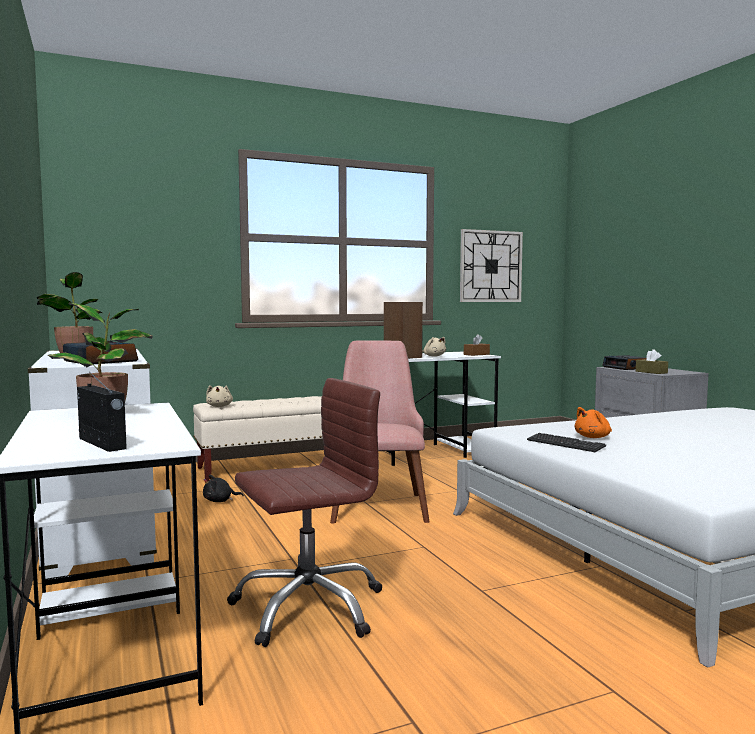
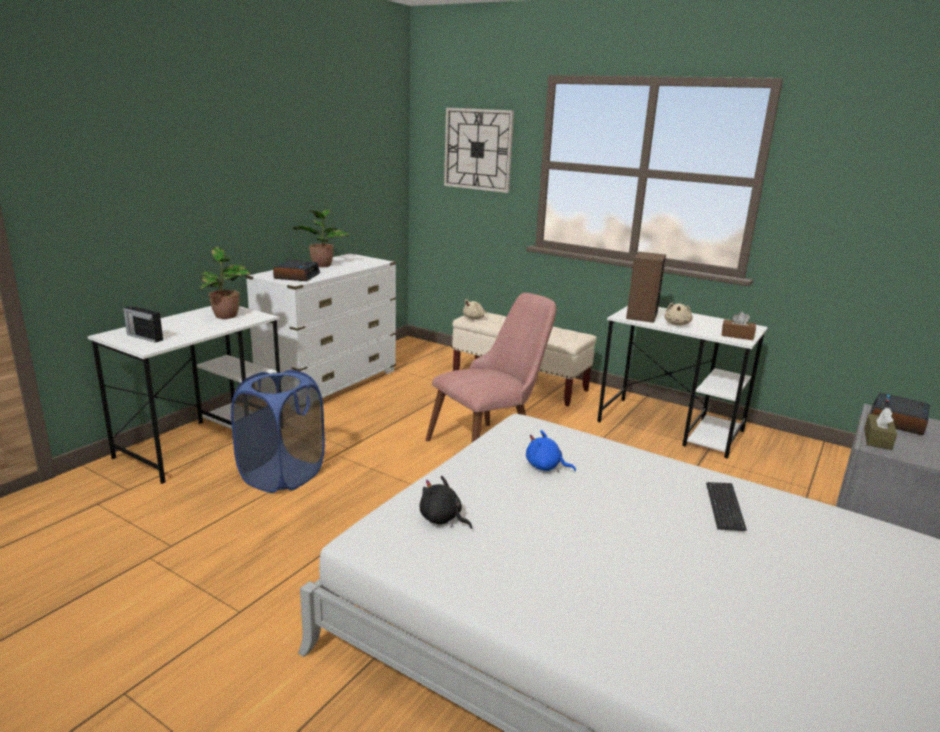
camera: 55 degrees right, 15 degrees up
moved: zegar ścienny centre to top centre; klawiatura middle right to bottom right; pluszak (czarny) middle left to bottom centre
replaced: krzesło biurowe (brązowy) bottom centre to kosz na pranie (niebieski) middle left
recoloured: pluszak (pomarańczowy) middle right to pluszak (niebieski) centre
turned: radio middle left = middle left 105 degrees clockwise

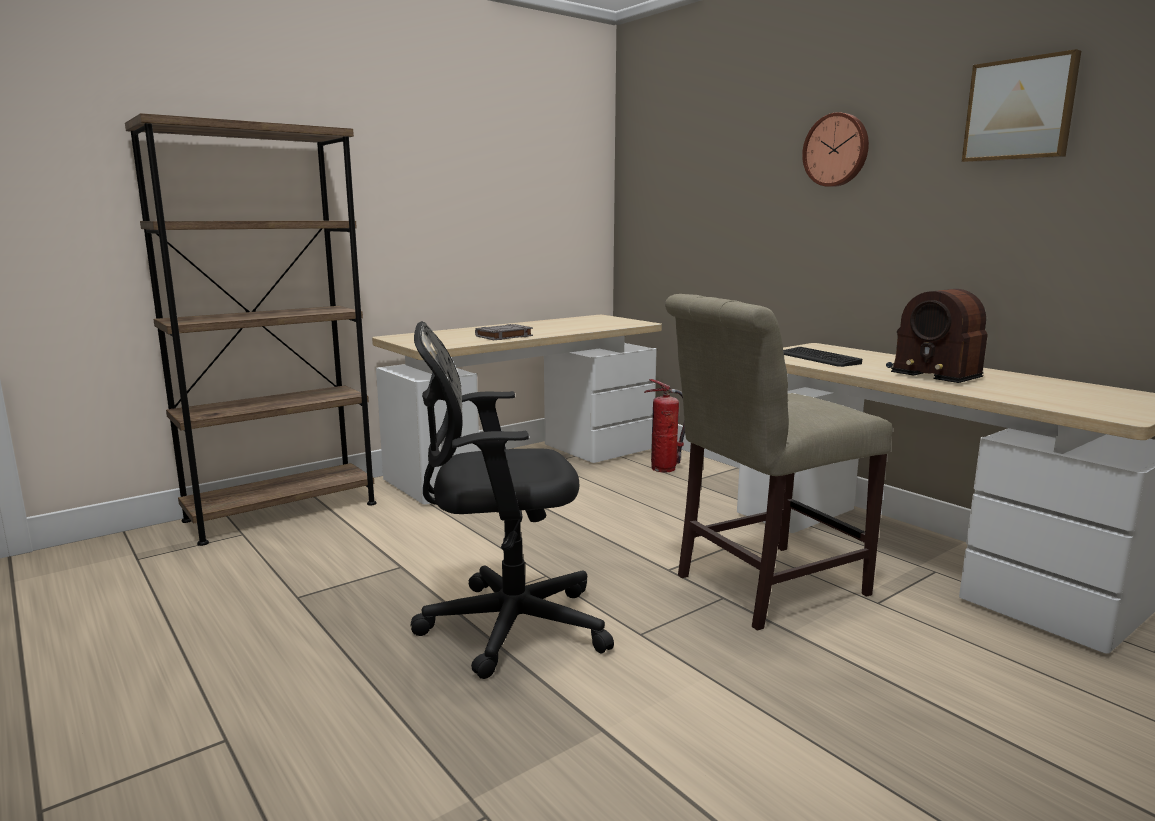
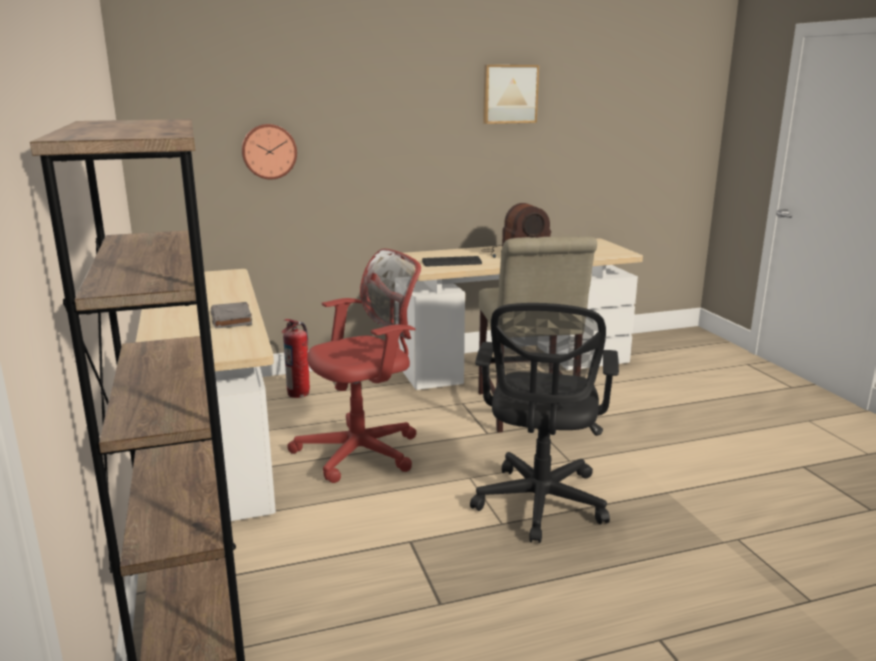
camera: 70 degrees left, 5 degrees up
added: krzesło biurowe (czerwony) centre
moved: zegar ścienny top right to top left

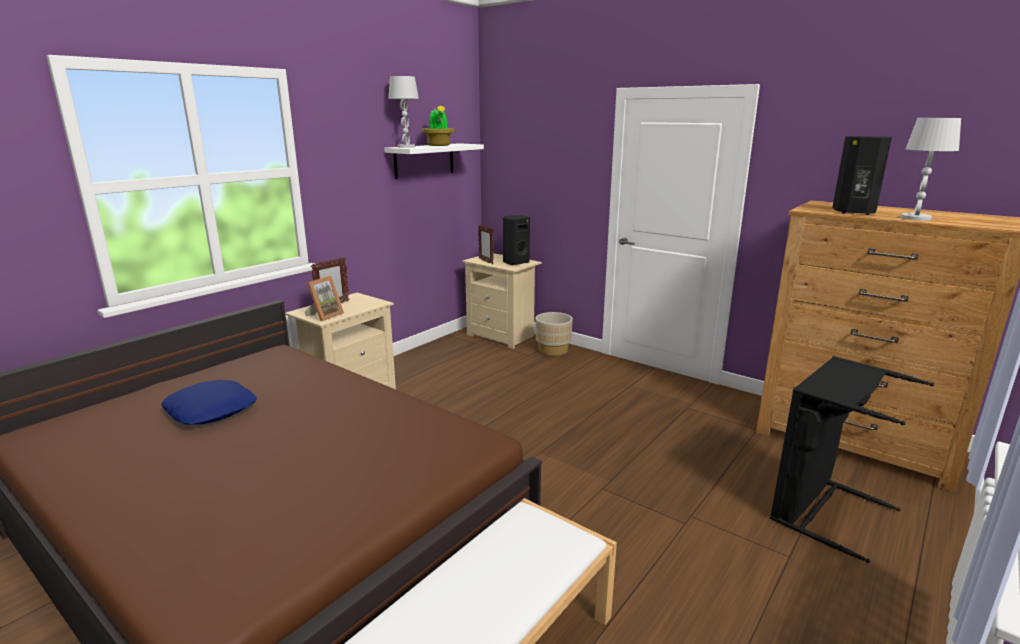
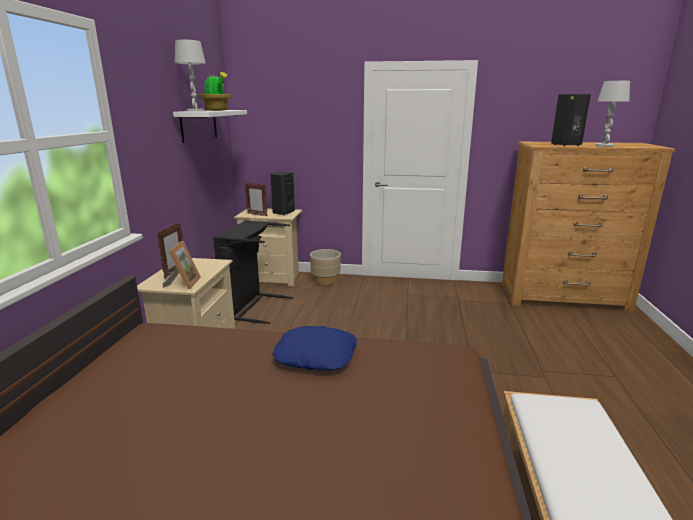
camera: 30 degrees left, 0 degrees up
moved: kosz na pranie (czarny) bottom right to centre; poduszka (niebieski) middle left to bottom centre

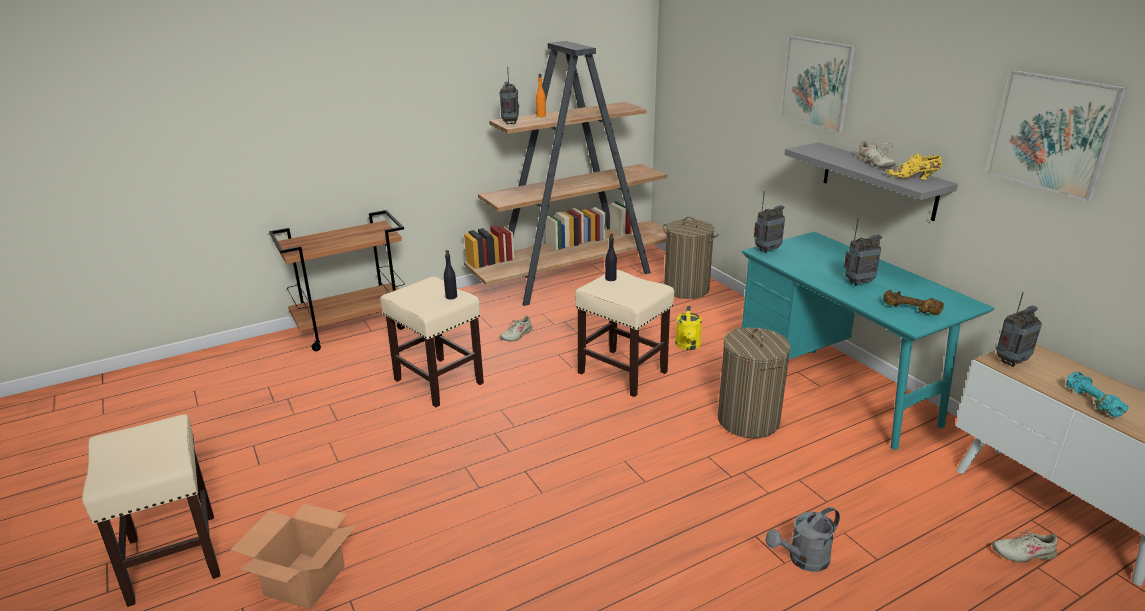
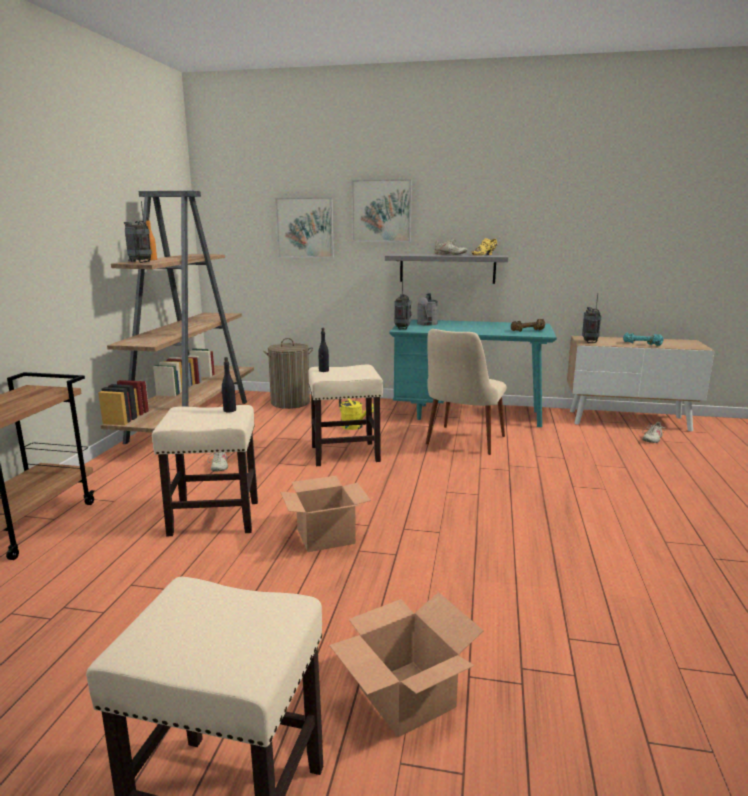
camera: 50 degrees left, 10 degrees down
removed: radio (3rd from left) middle right
added: karton (1st from left) centre
moved: obraz (2nd from left in the first image) top right to obraz (1st from left) top centre; konewka (szary) bottom right to centre
replaced: kosz na pranie (2nd from left) centre to krzesło (beżowy) centre

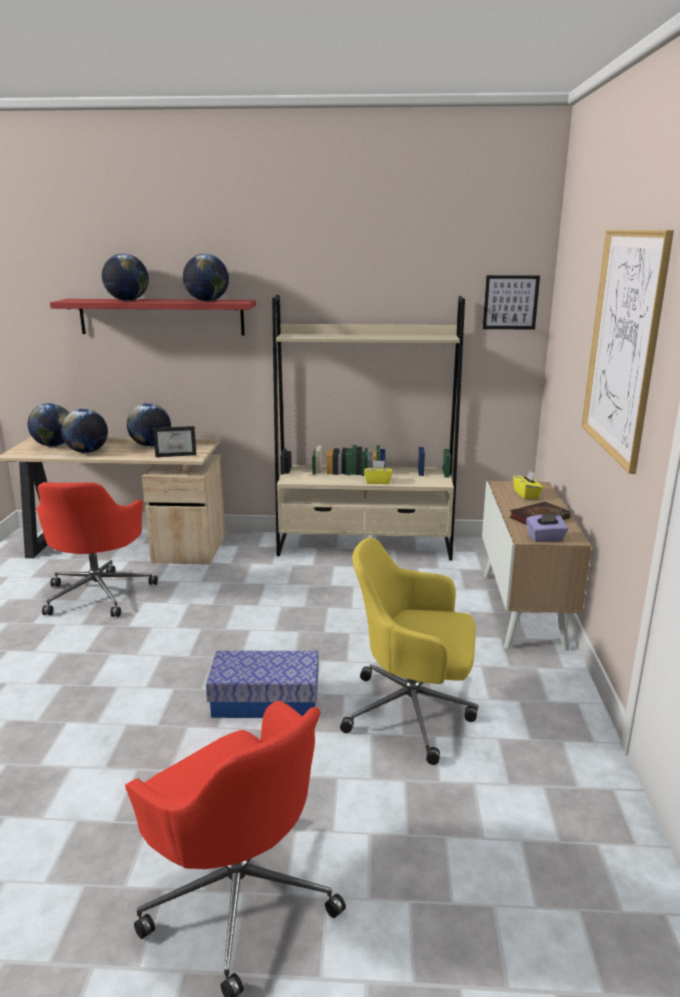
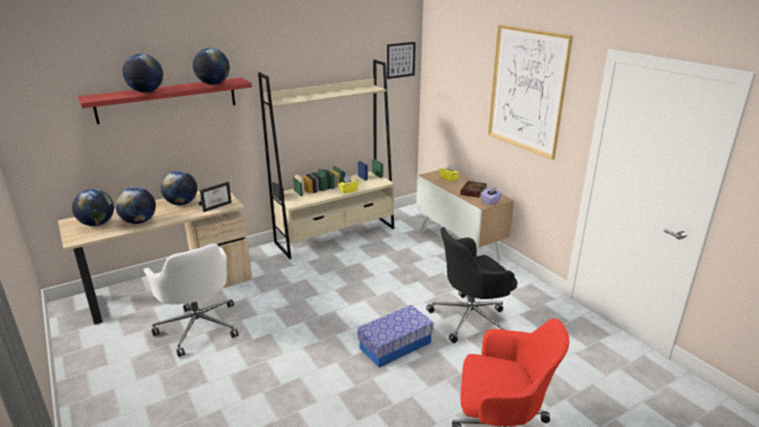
camera: 35 degrees left, 5 degrees up
recoloured: krzesło biurowe (czerwony) (1st from left) middle left to krzesło biurowe (biały) bottom left; krzesło biurowe (żółty) centre to krzesło biurowe (czarny) bottom centre

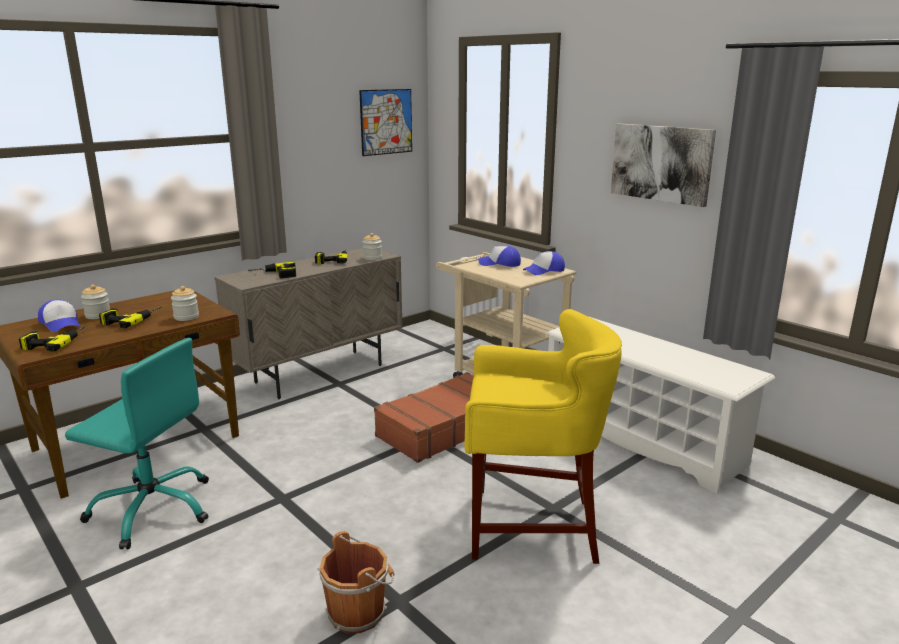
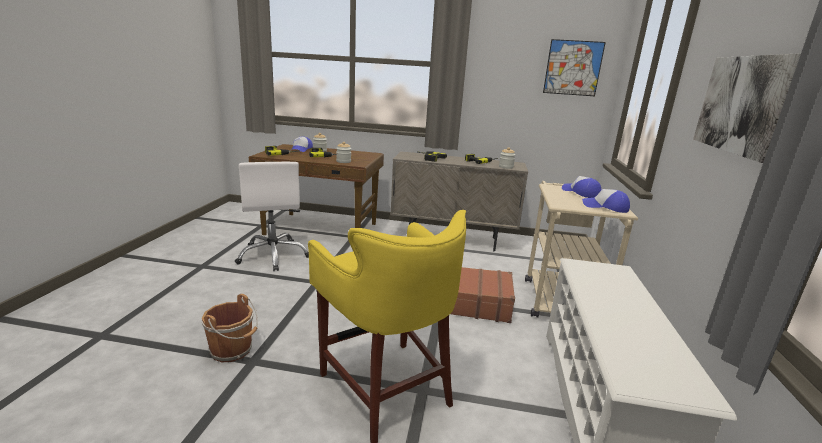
camera: 50 degrees right, 0 degrees up
recoloured: krzesło biurowe (turkusowy) bottom left to krzesło biurowe (biały) middle left

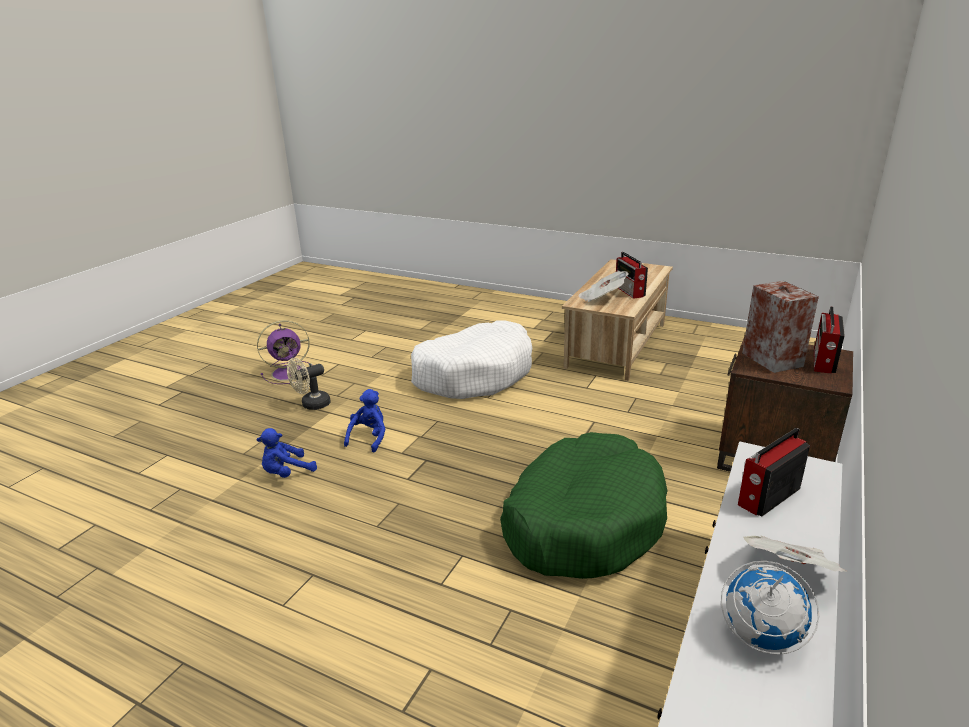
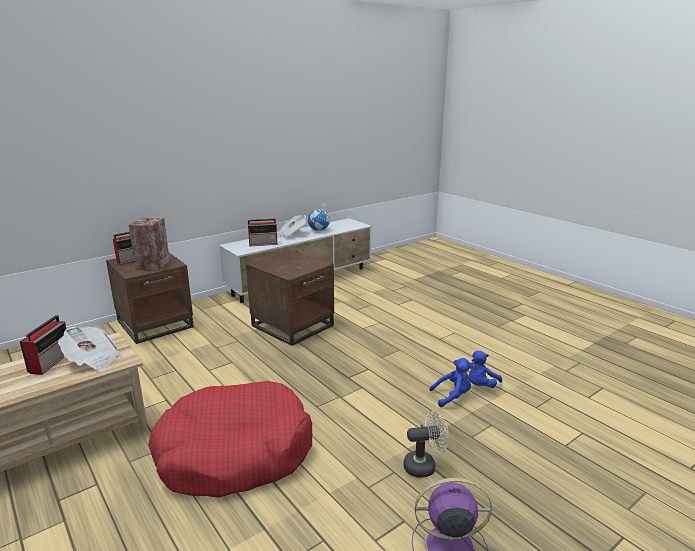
camera: 155 degrees left, 5 degrees down
moved: pluszak (niebieski) (2nd from left) centre to bottom right
replaced: legowisko (zielony) bottom centre to stolik (brązowy) (2nd from left) centre
recoloured: legowisko (biały) centre to legowisko (czerwony) bottom left

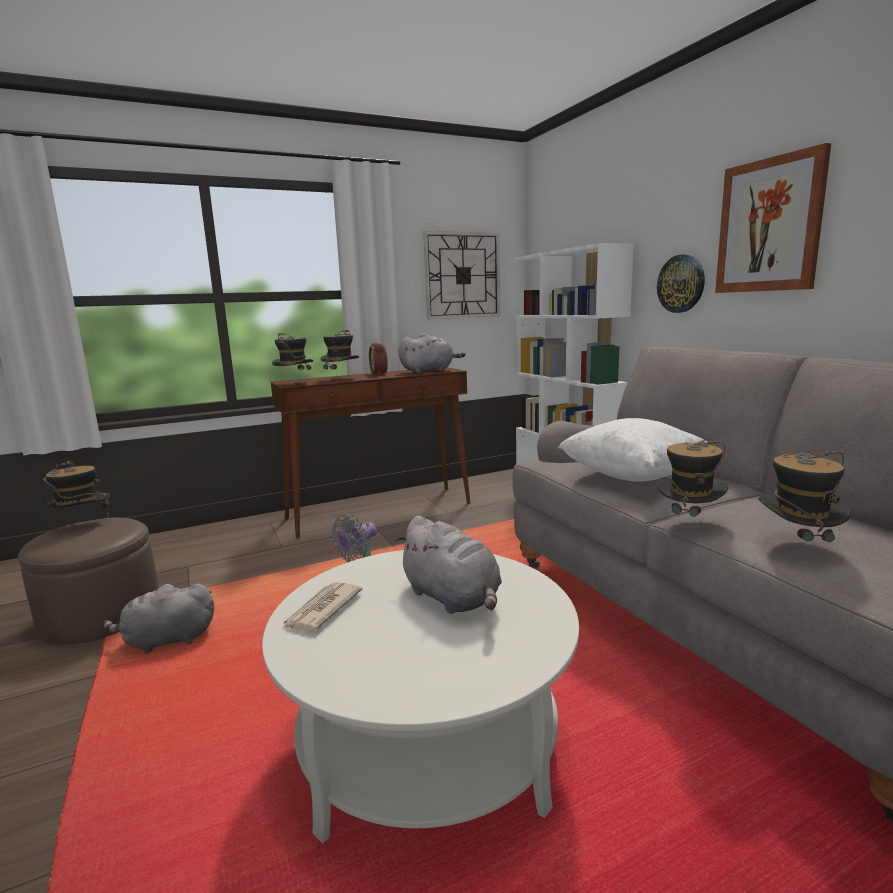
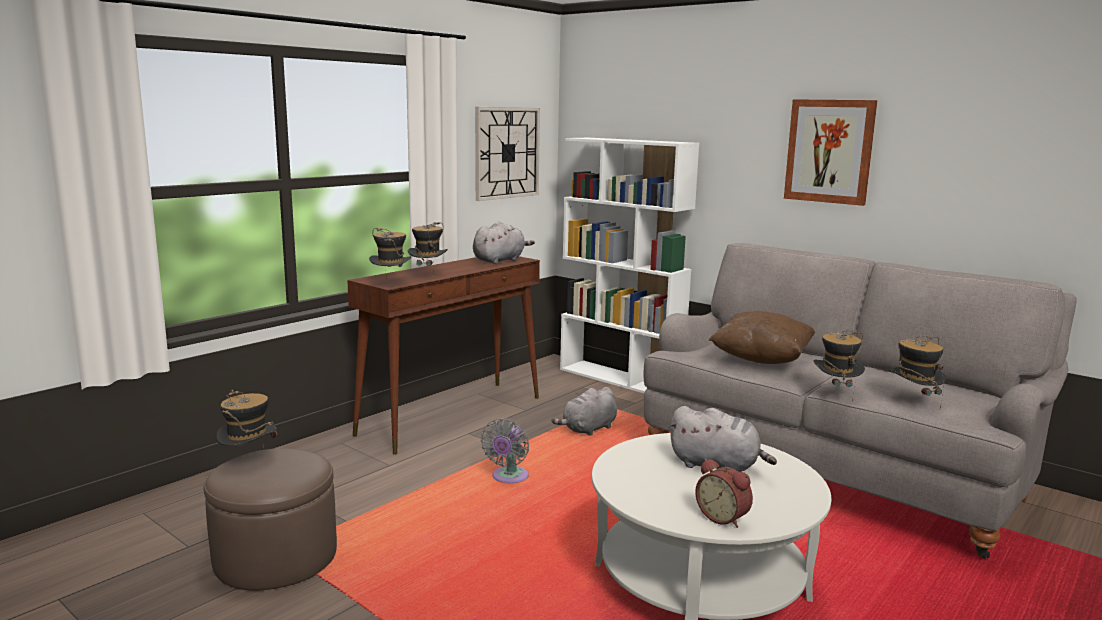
camera: 25 degrees left, 0 degrees up
removed: zegar ścienny (2nd from left) top right; gazeta bottom centre
moved: budzik centre to bottom centre; pluszak (szary) (1st from left in the first image) bottom left to pluszak (szary) (2nd from left) centre
recoloured: poduszka (biały) middle right to poduszka (brązowy) middle right

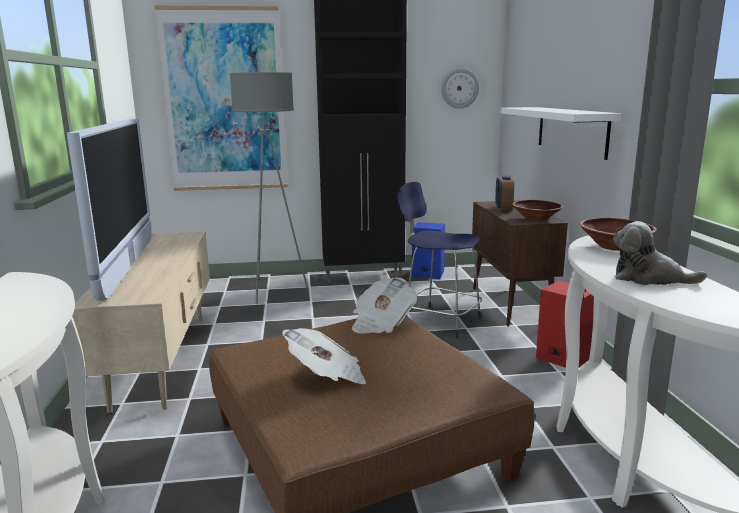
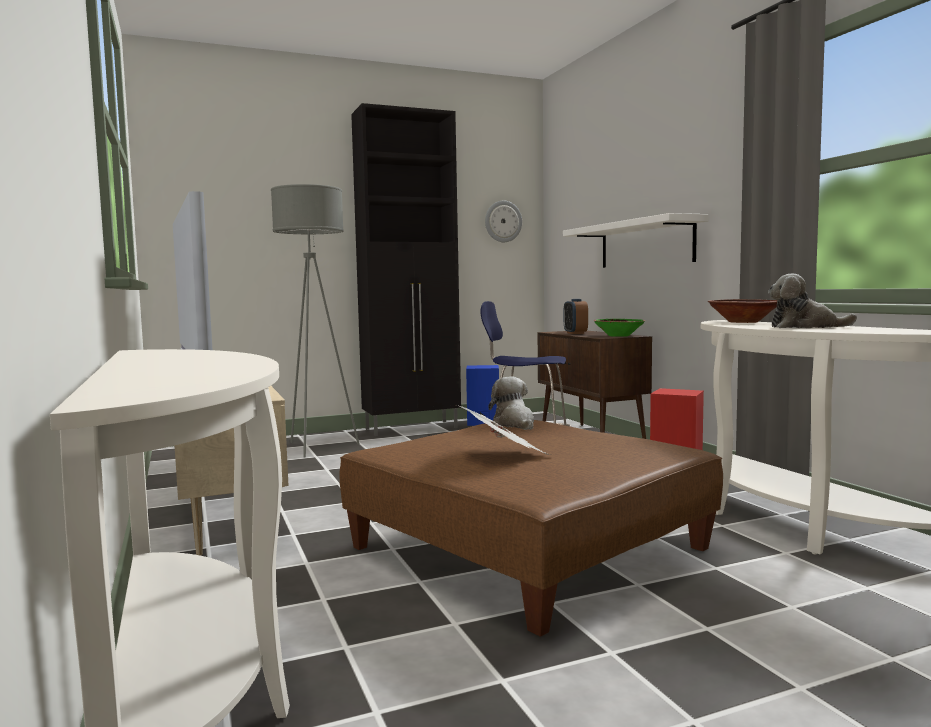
camera: 15 degrees left, 10 degrees down
removed: obraz top left
replaced: gazeta (2nd from left) centre to pluszak (1st from left) centre
recoloured: miska (brązowy) (1st from left) middle right to miska (zielony) centre

